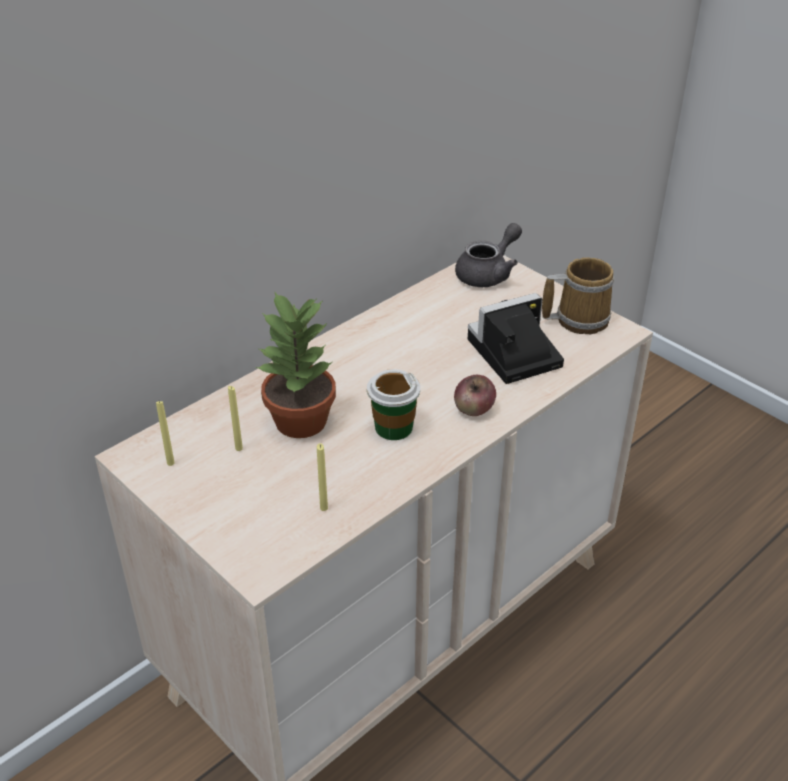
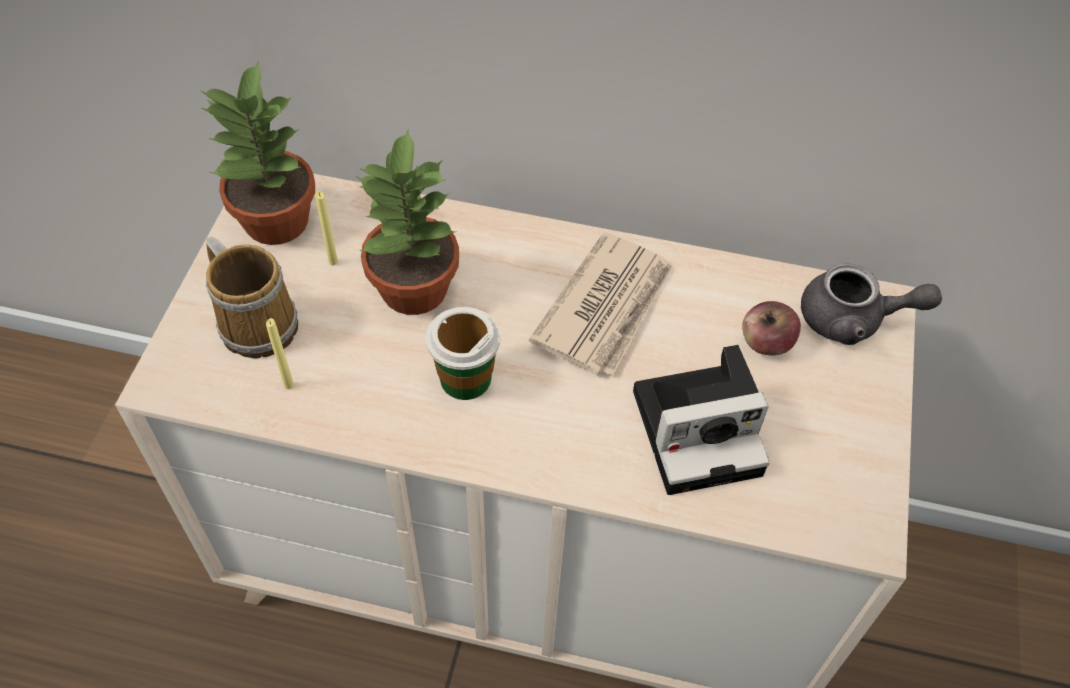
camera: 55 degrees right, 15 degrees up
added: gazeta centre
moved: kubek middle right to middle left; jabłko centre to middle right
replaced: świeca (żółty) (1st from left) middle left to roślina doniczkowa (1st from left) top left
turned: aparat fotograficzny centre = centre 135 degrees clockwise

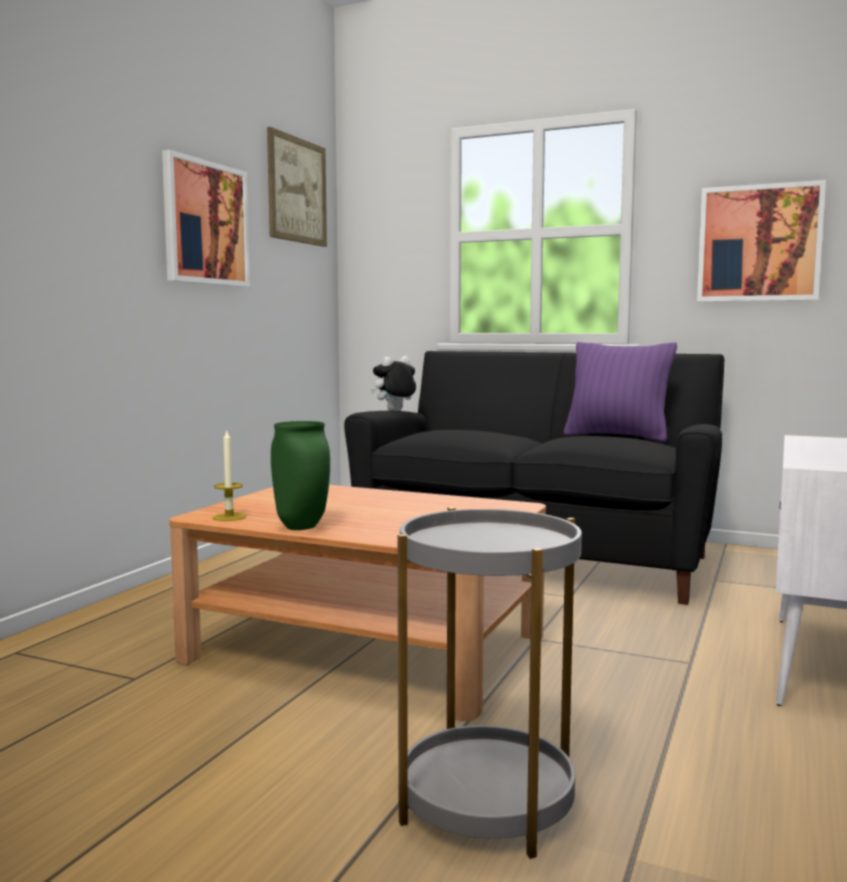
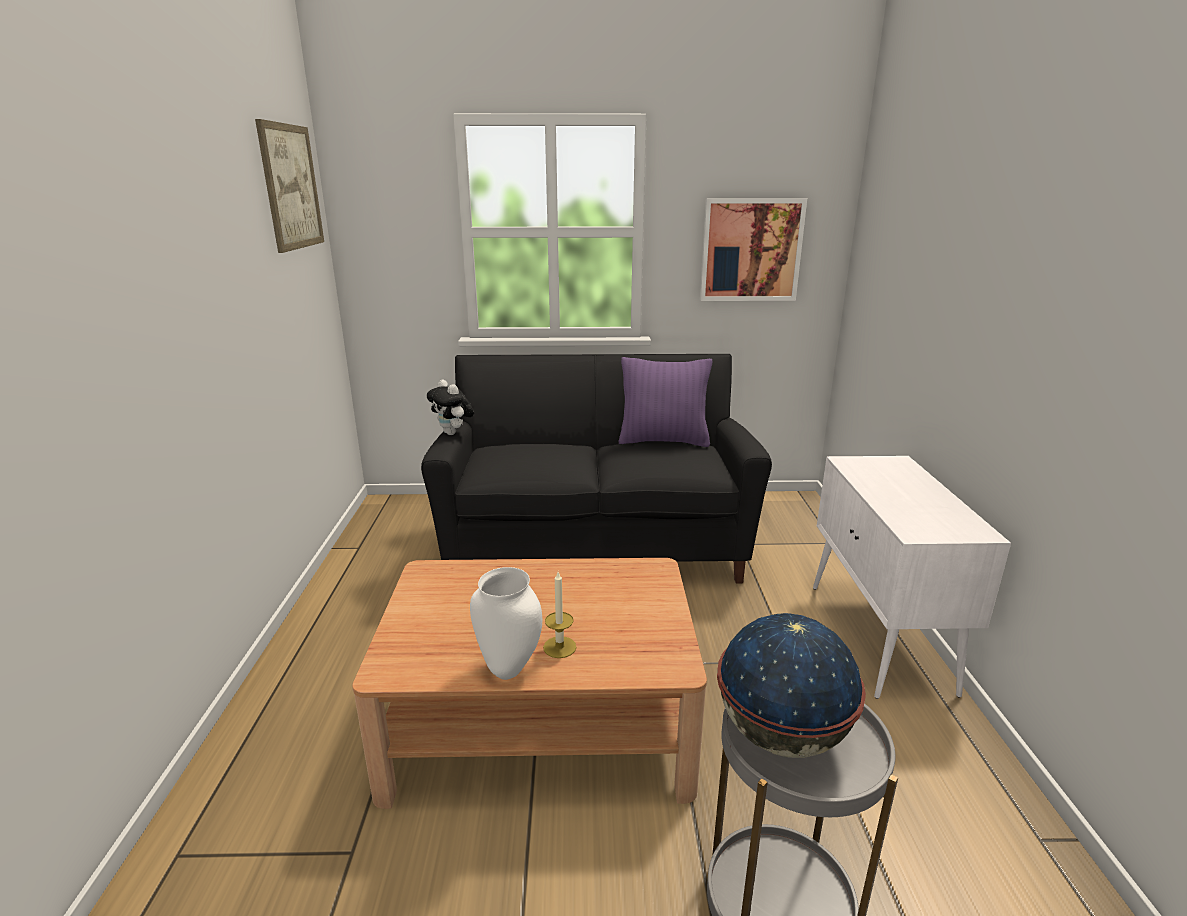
camera: 25 degrees left, 15 degrees up
removed: obraz (1st from left) top left
added: globus bottom centre
moved: świeca middle left to bottom centre
recoloured: wazon (zielony) centre to wazon (biały) bottom centre
turned: pluszak centre = centre 75 degrees counterclockwise

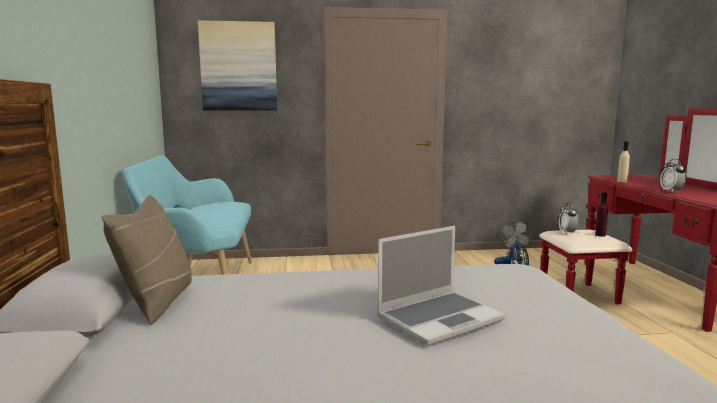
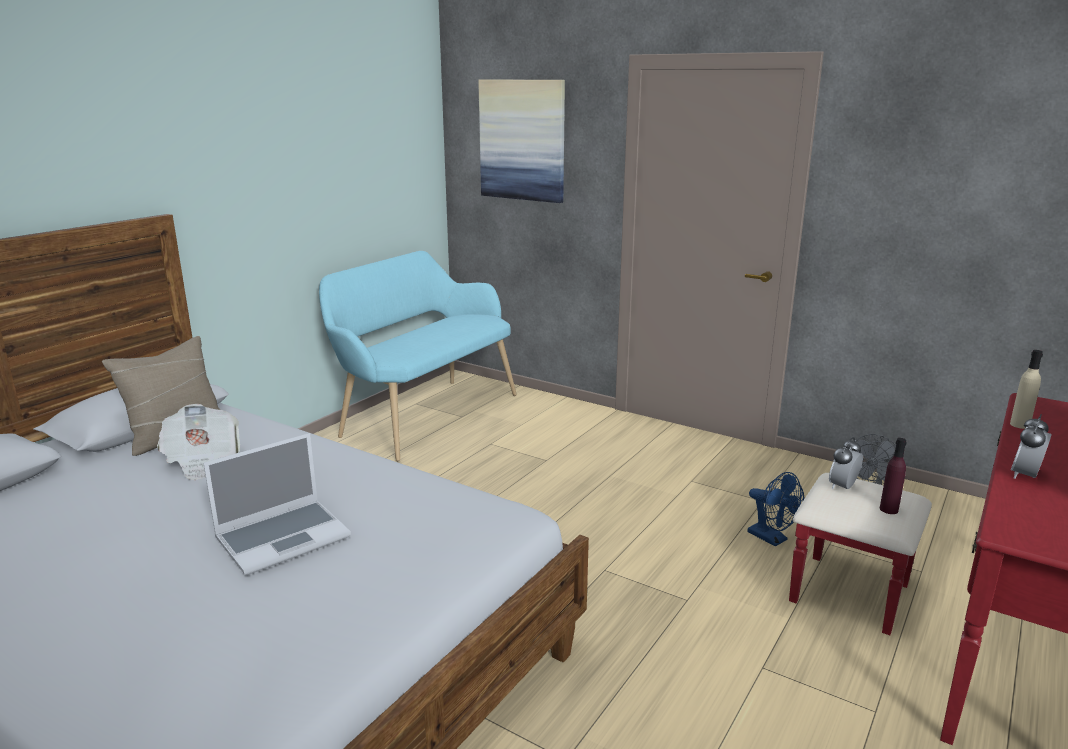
camera: 40 degrees right, 10 degrees up
added: gazeta middle left
turned: laptop bottom centre = bottom left 45 degrees counterclockwise

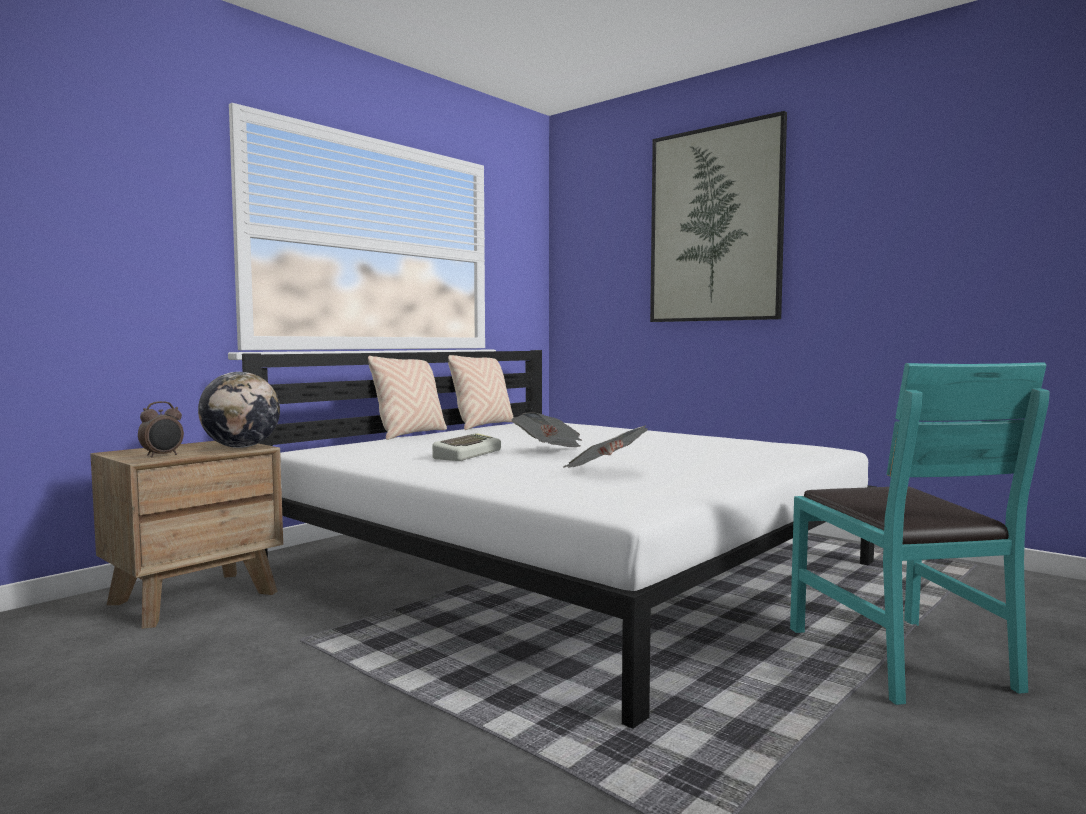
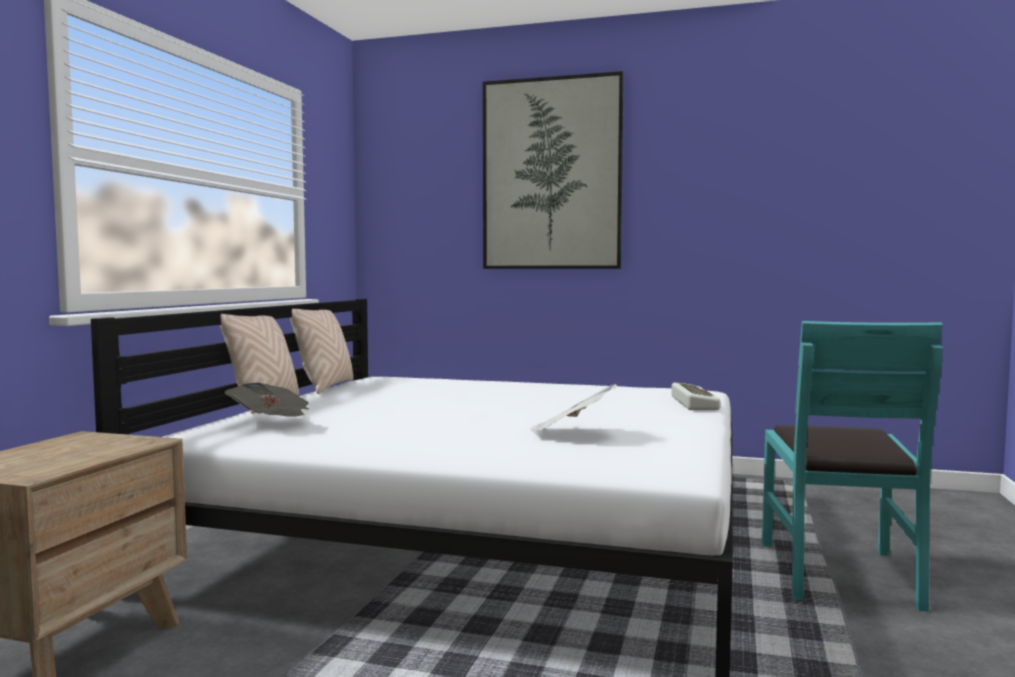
camera: 25 degrees left, 0 degrees up
removed: globus middle left; budzik middle left
moved: gazeta (1st from left) centre to middle left; klawiatura centre to middle right
turned: krzesło (turkusowy) middle right = bottom right 45 degrees clockwise

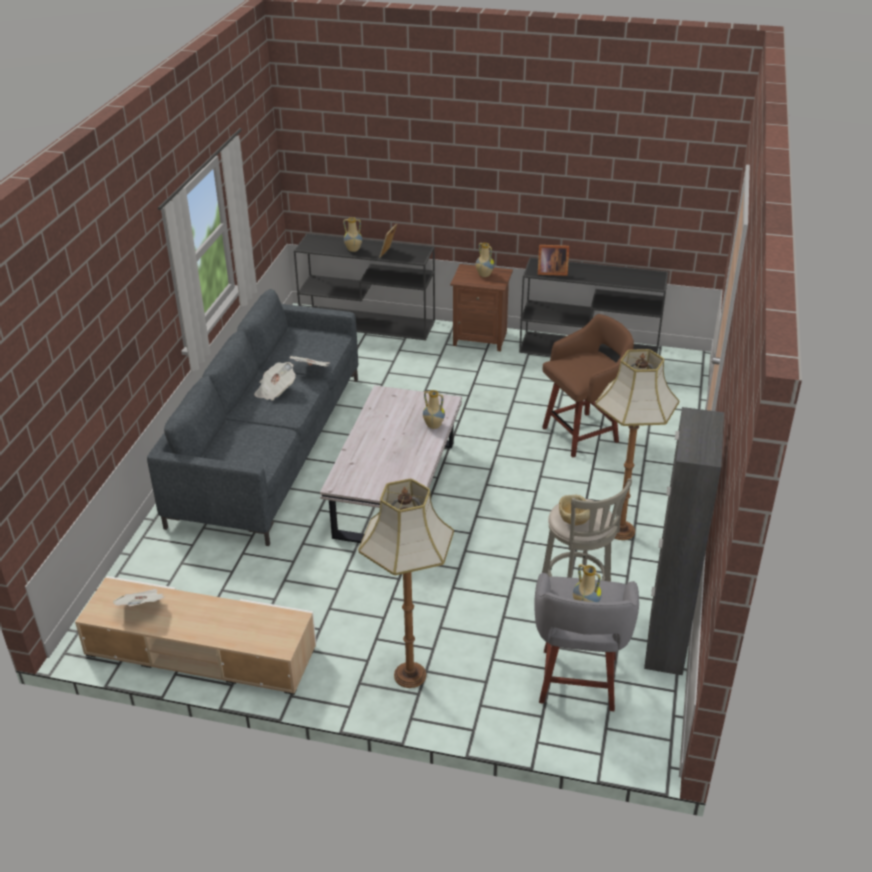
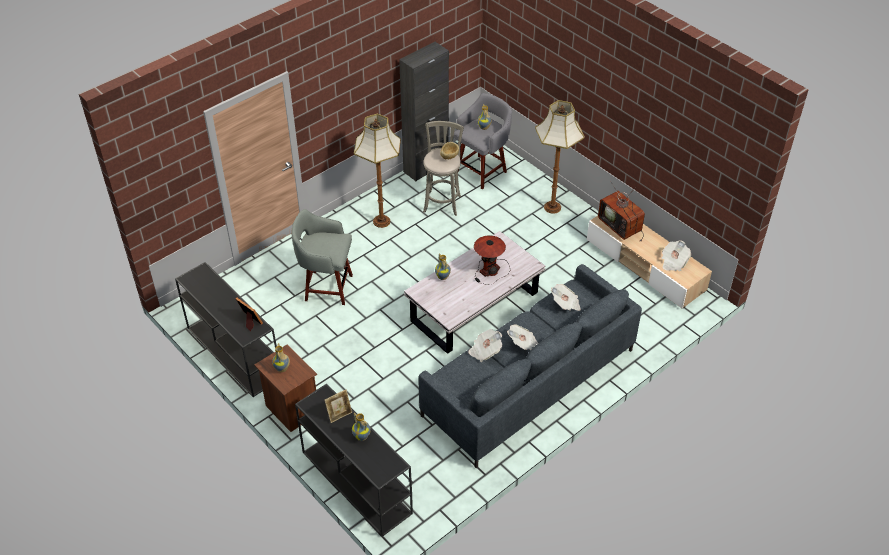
camera: 145 degrees left, 10 degrees up
added: telewizor middle right; lampa stołowa centre; gazeta (3rd from left) centre
recoloured: stołek (brązowy) middle right to stołek (szary) (1st from left) centre

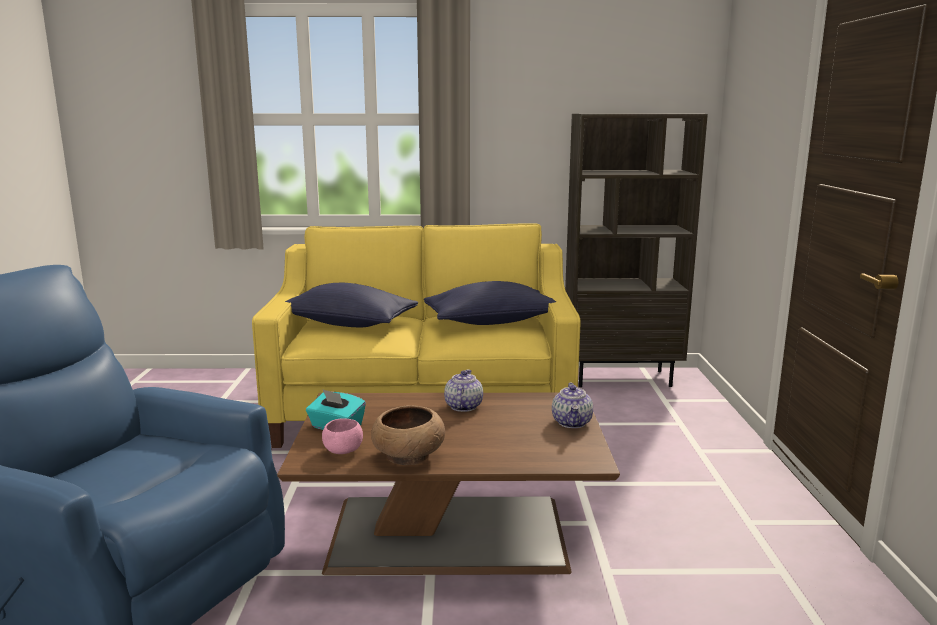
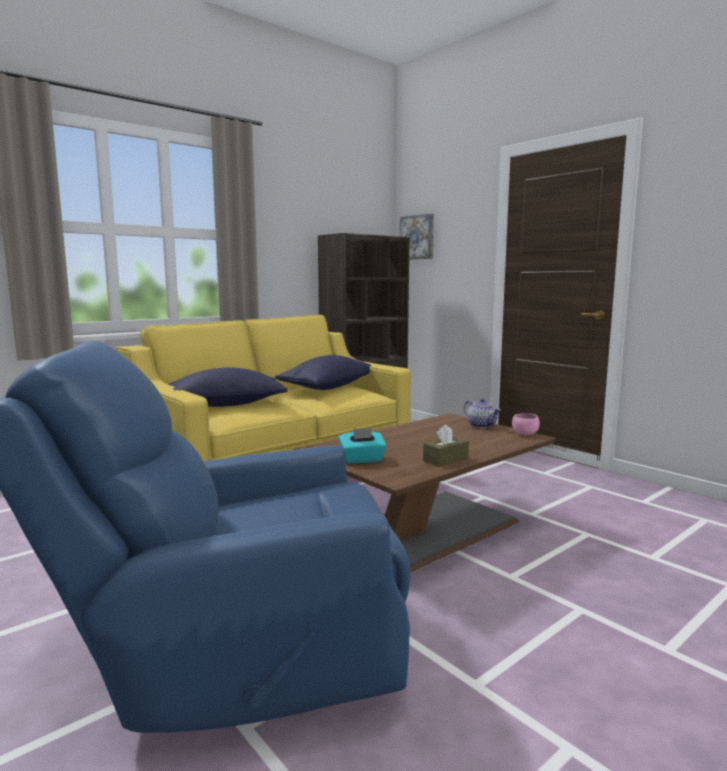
camera: 40 degrees left, 5 degrees down
removed: imbryk (1st from left) centre
added: obraz top centre
moved: miska (różowy) bottom centre to middle right
replaced: miska (brązowy) bottom centre to pudełko chusteczek (brązowy) centre

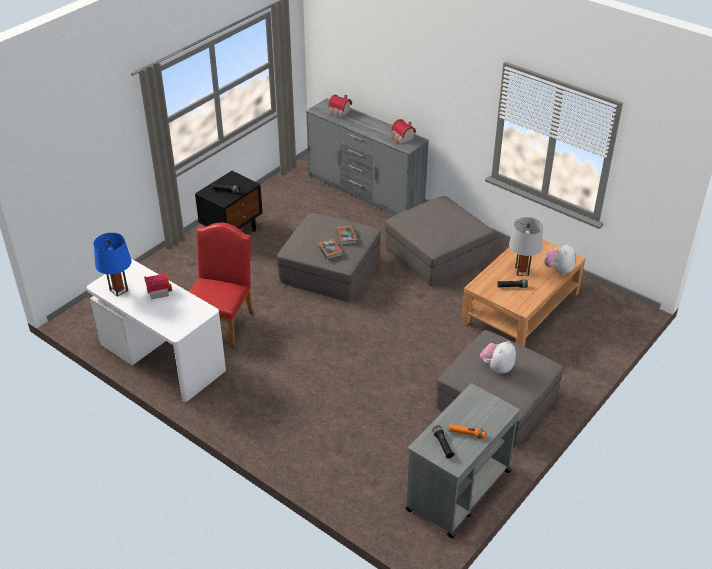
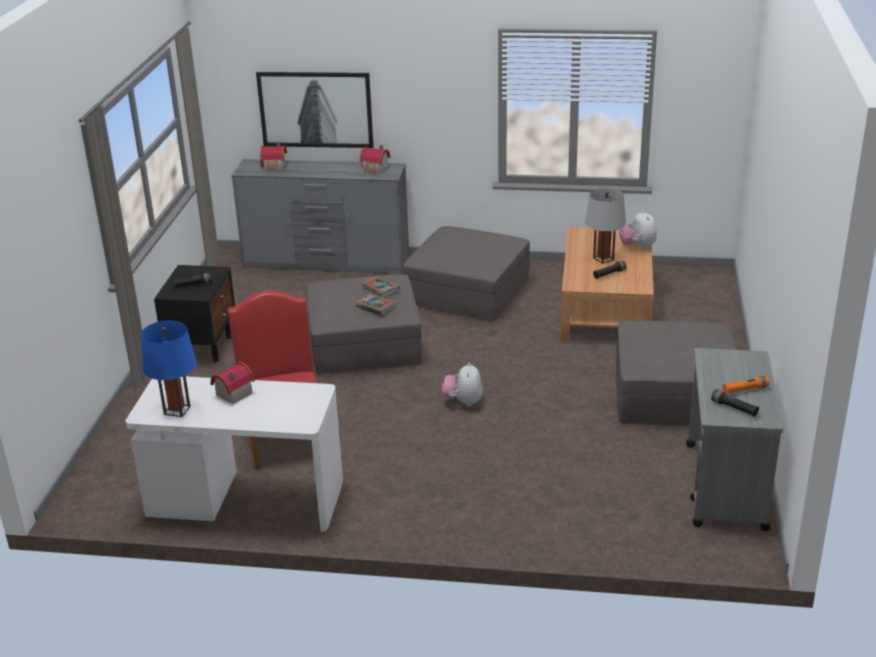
camera: 30 degrees left, 10 degrees down
added: obraz top centre
moved: pluszak (1st from left) middle right to centre

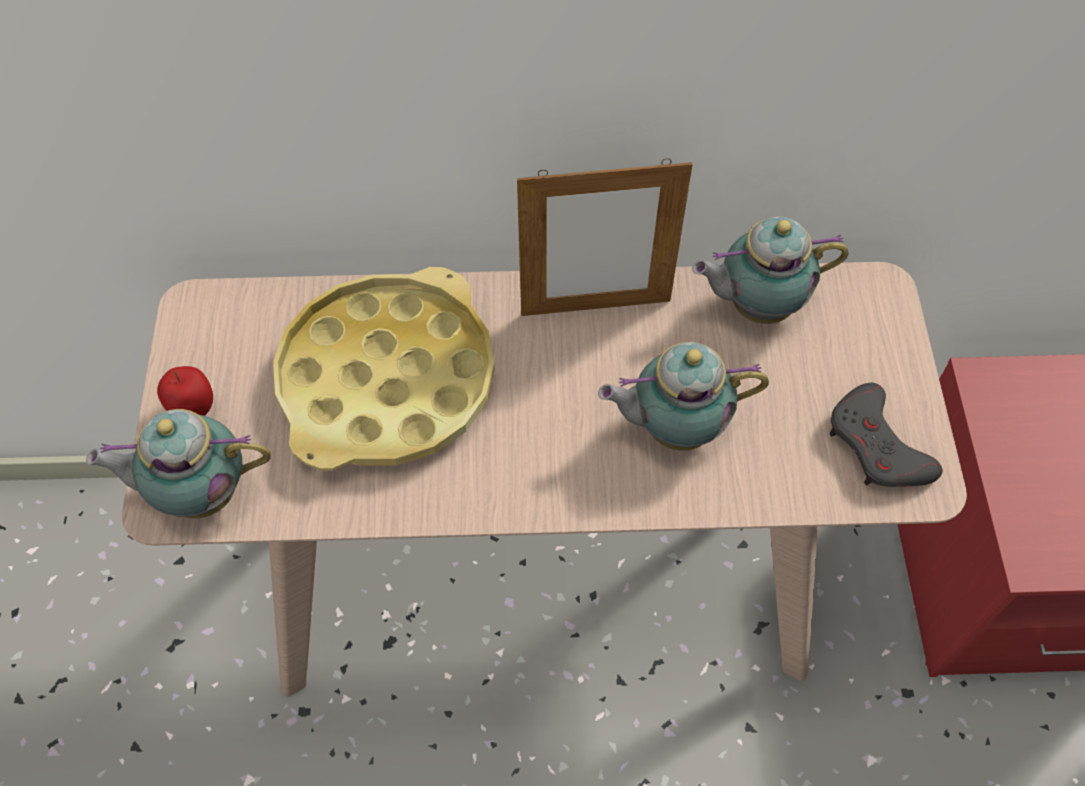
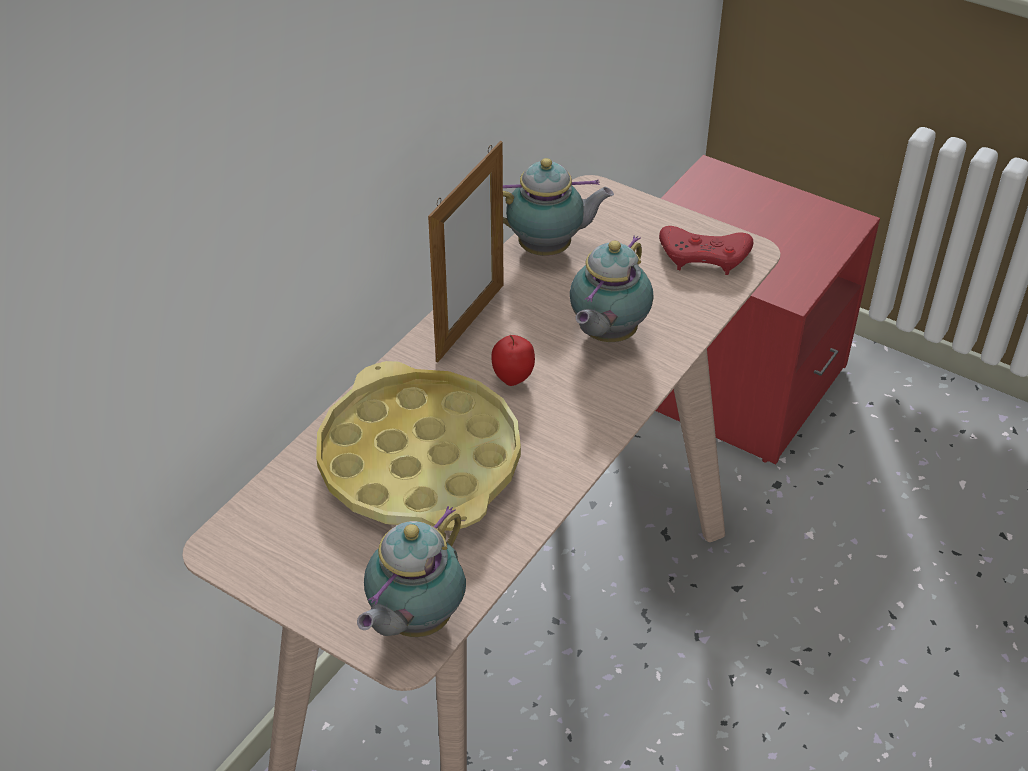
camera: 55 degrees left, 15 degrees down
moved: jabłko middle left to centre
recoloured: pad do gier (szary) middle right to pad do gier (czerwony) top right
turned: imbryk (3rd from left in the first image) middle right = top centre 120 degrees counterclockwise

